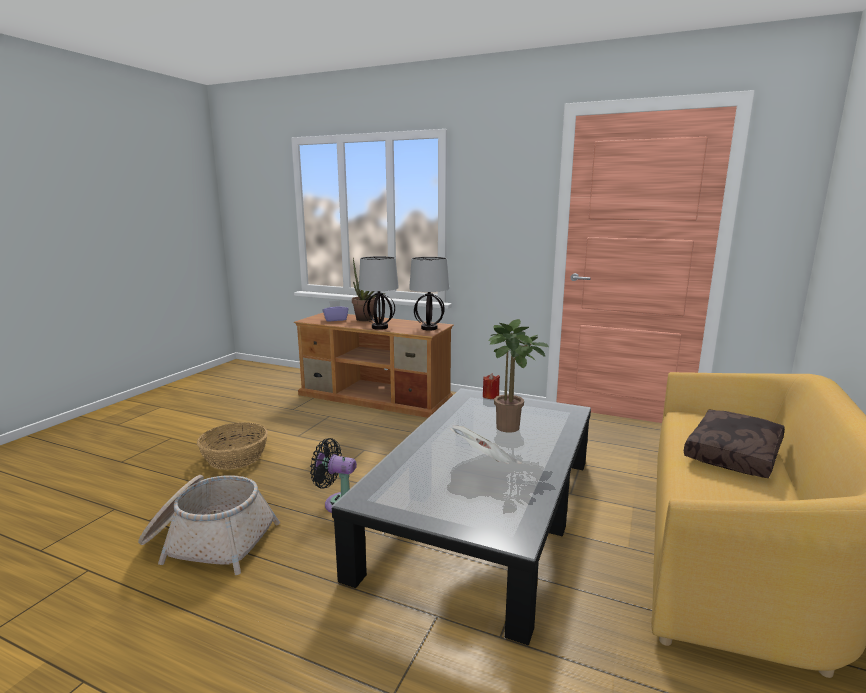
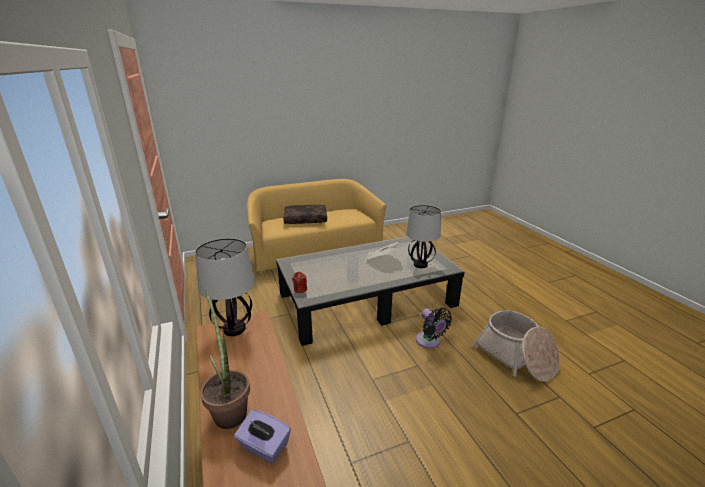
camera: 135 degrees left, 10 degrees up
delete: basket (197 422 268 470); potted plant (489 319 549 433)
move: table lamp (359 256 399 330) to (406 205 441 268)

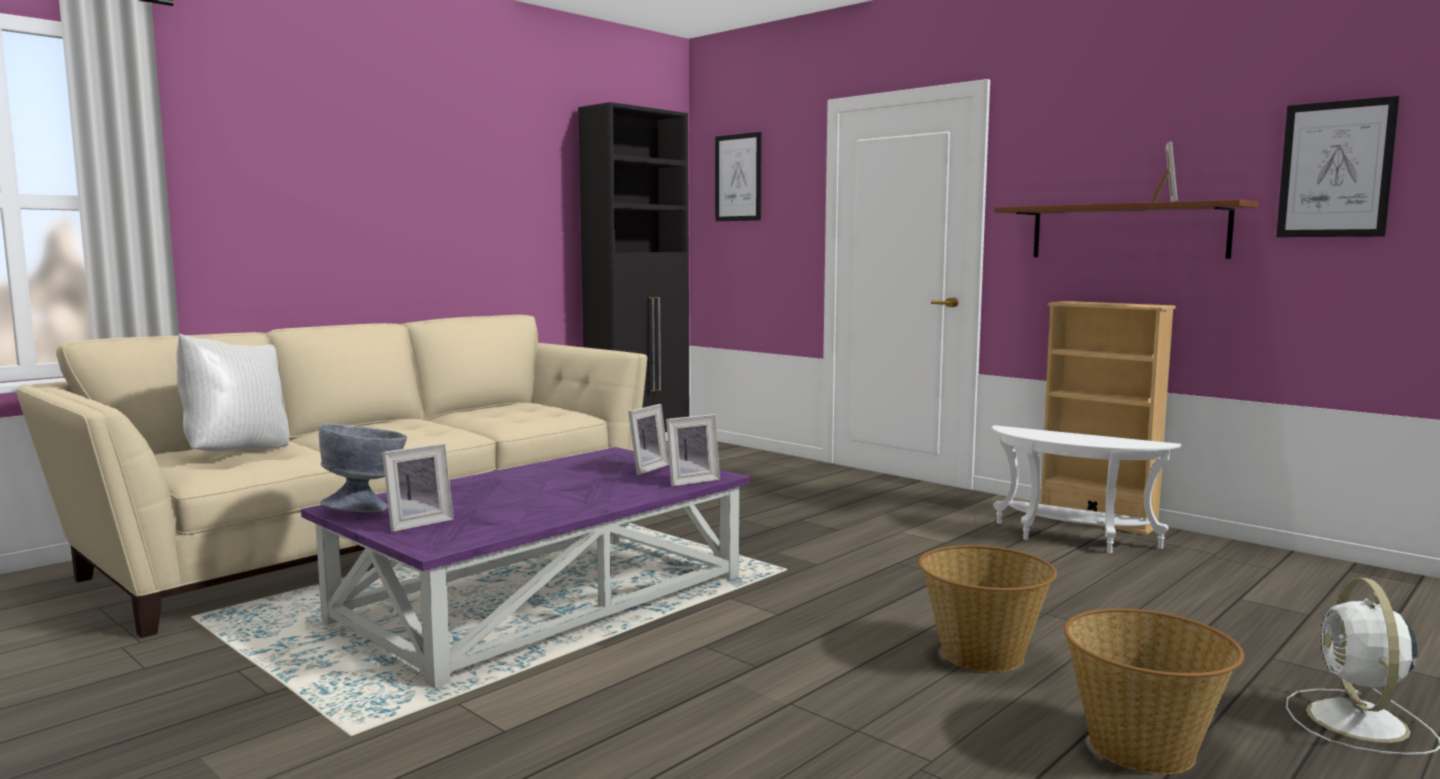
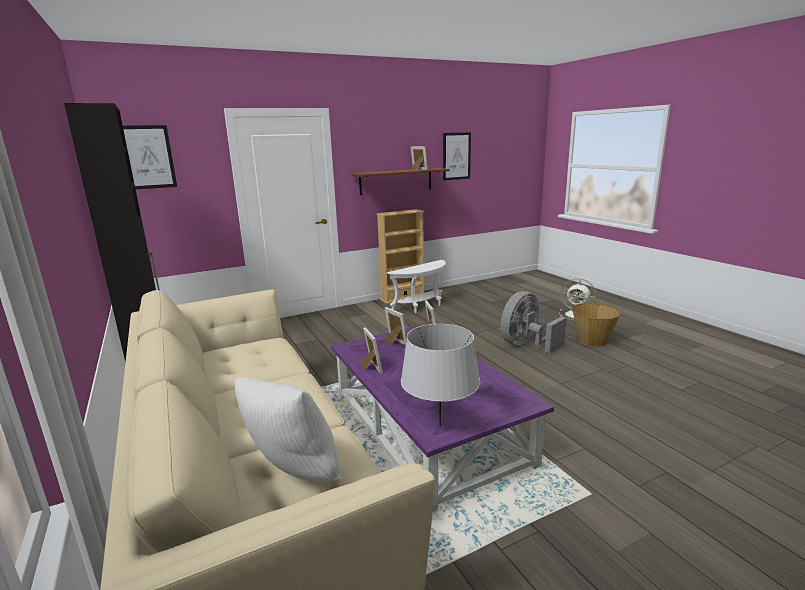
camera: 70 degrees left, 10 degrees up
move: picture frame (382 443 454 532) to (362 327 383 374)
replace: grey bowl (319 423 407 512) to grey table lamp (401 324 480 426); basket (918 545 1057 672) to grey fan (501 291 567 353)

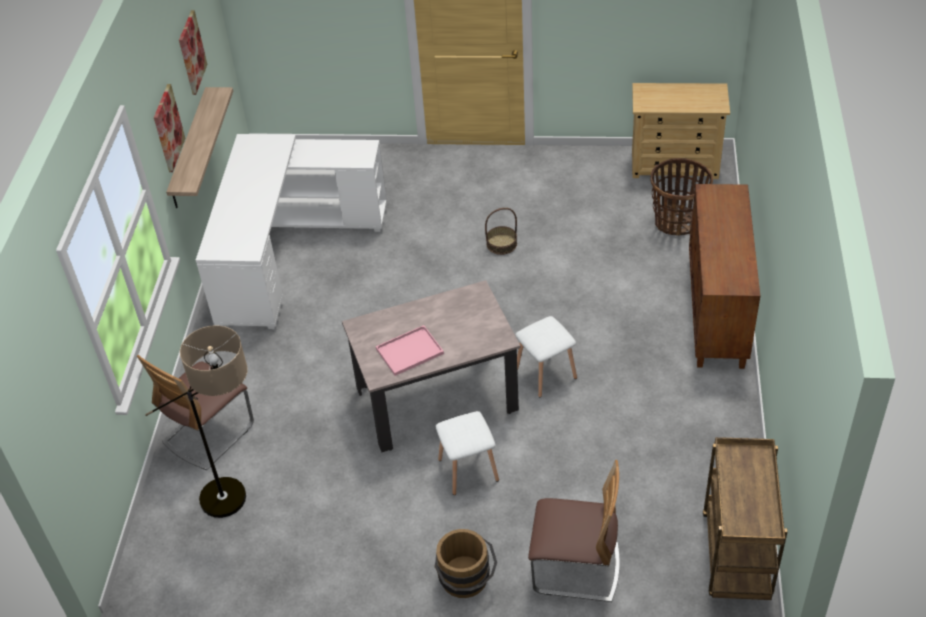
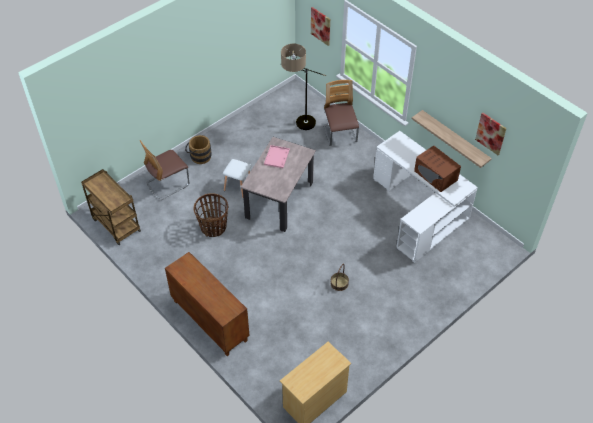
camera: 130 degrees right, 5 degrees up
delete: white stool (515 316 577 397)
insert: brown microwave (414 146 461 192)
move: picture (154 84 185 172) to (311 7 330 46); basket (651 158 713 236) to (193 193 229 237)

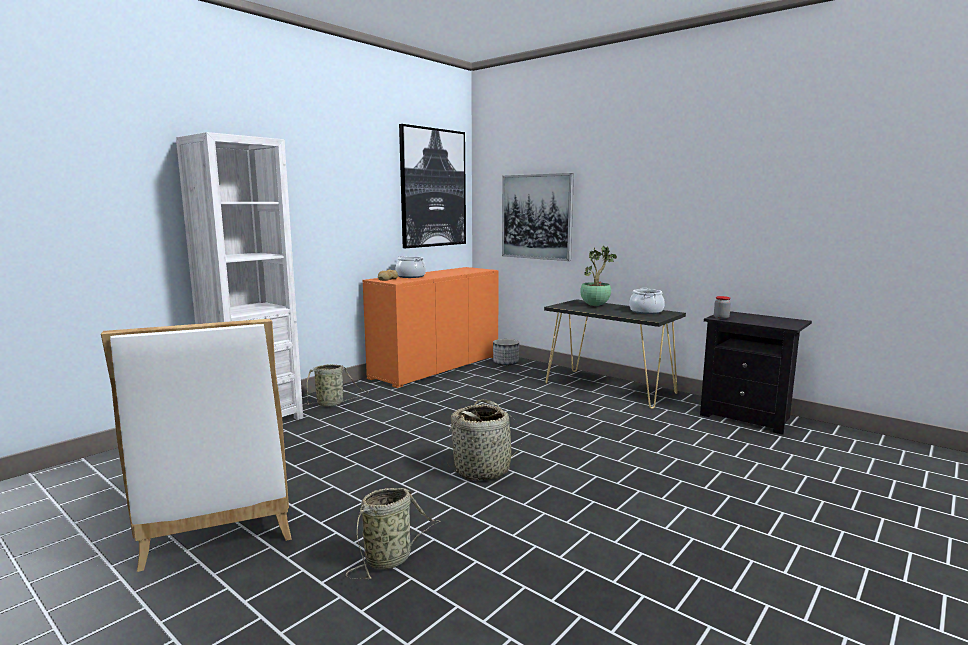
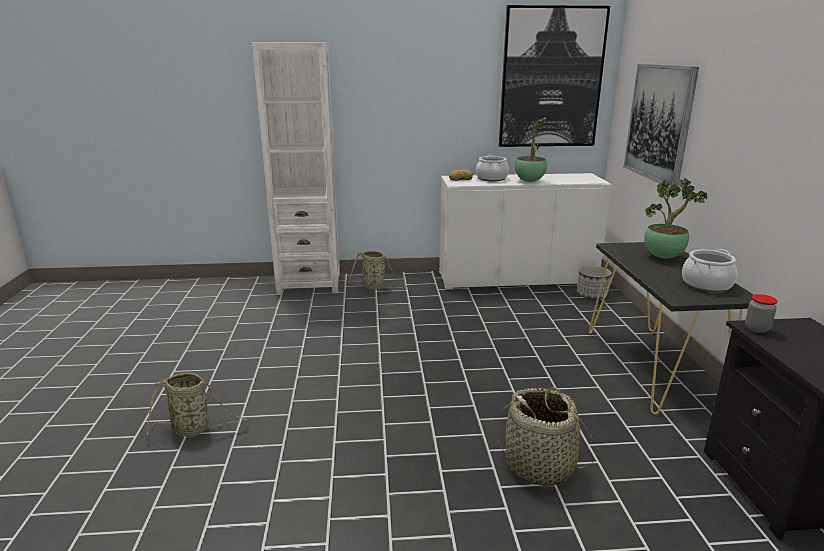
camera: 45 degrees right, 10 degrees up
delete: white chair (101 319 292 572)
insert: potted plant (515 117 547 182)
move: basket (447 399 523 480) to (498 387 596 486)
recolor: orange cabinet (363 267 499 388) to white cabinet (439 173 612 289)

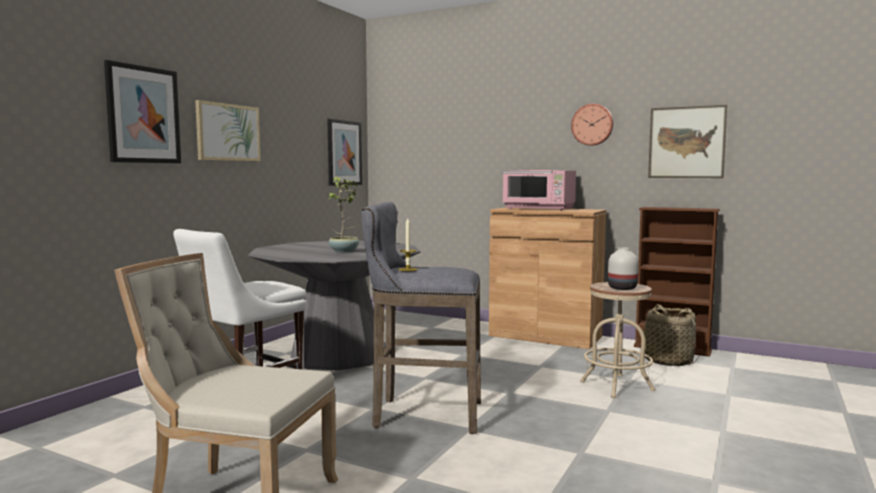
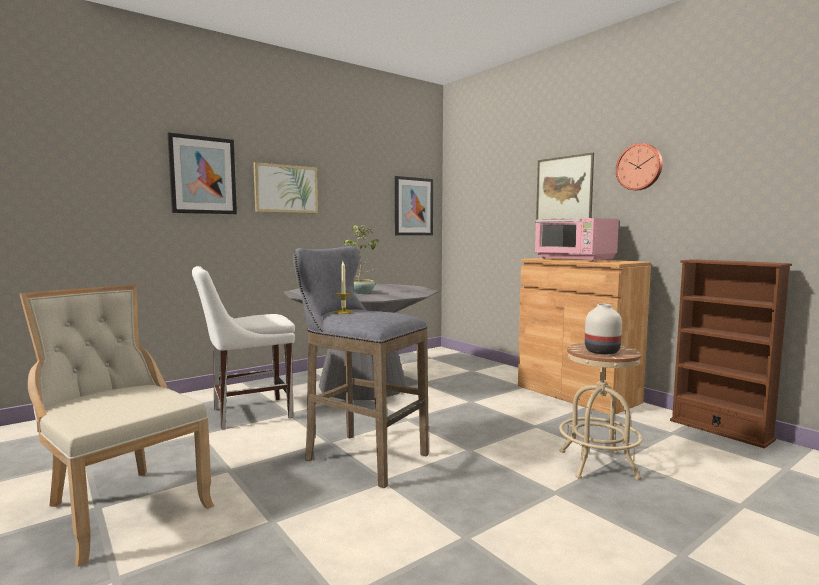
camera: 25 degrees right, 0 degrees up
delete: basket (636 304 698 366)
move: picture (648 105 727 178) to (536 153 594 220)

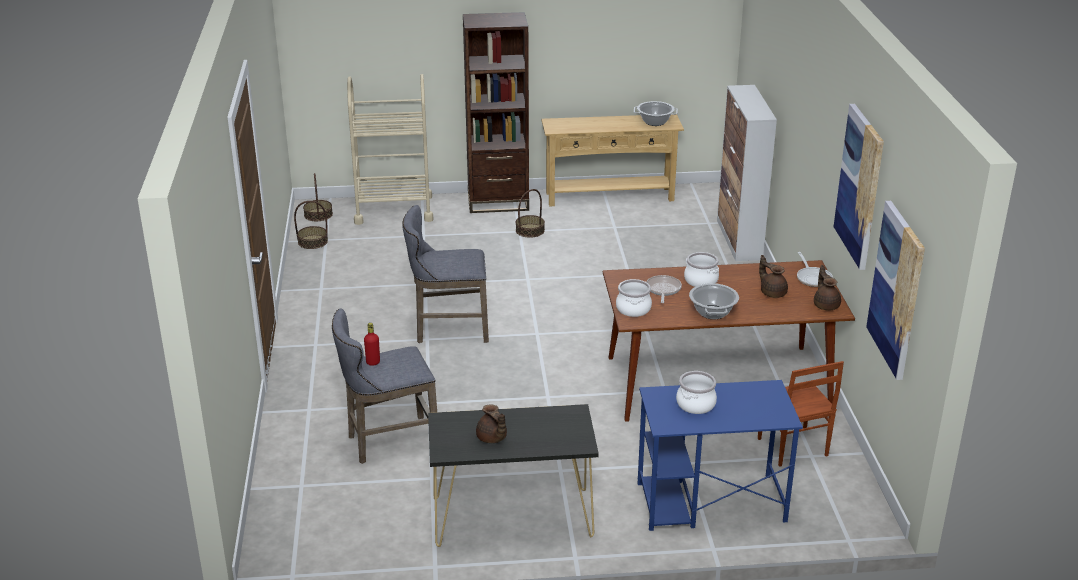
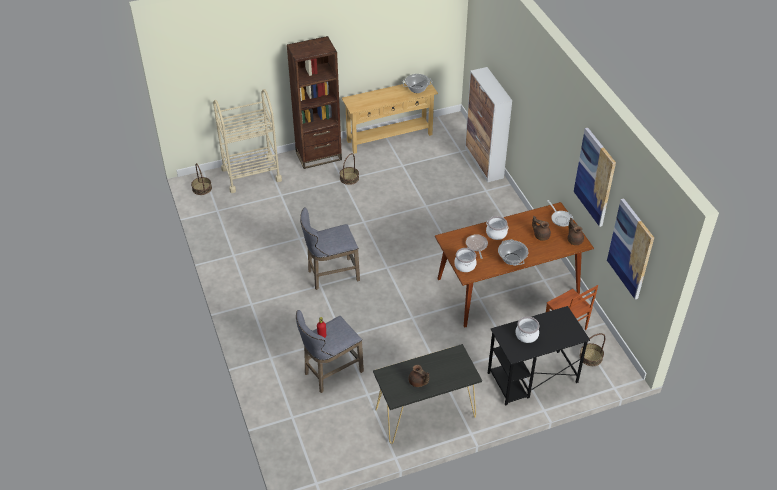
camera: 15 degrees left, 15 degrees up
move: basket (294 201 328 249) to (580 333 605 366)
recolor: blue desk (638 380 803 531) to black desk (488 306 590 406)

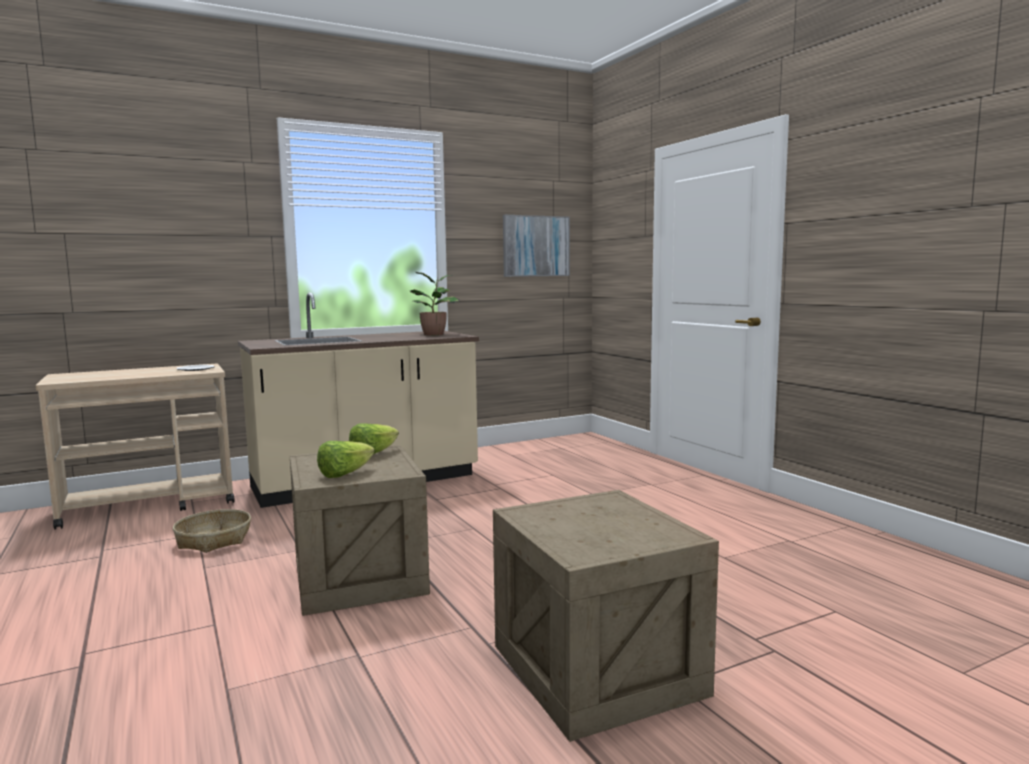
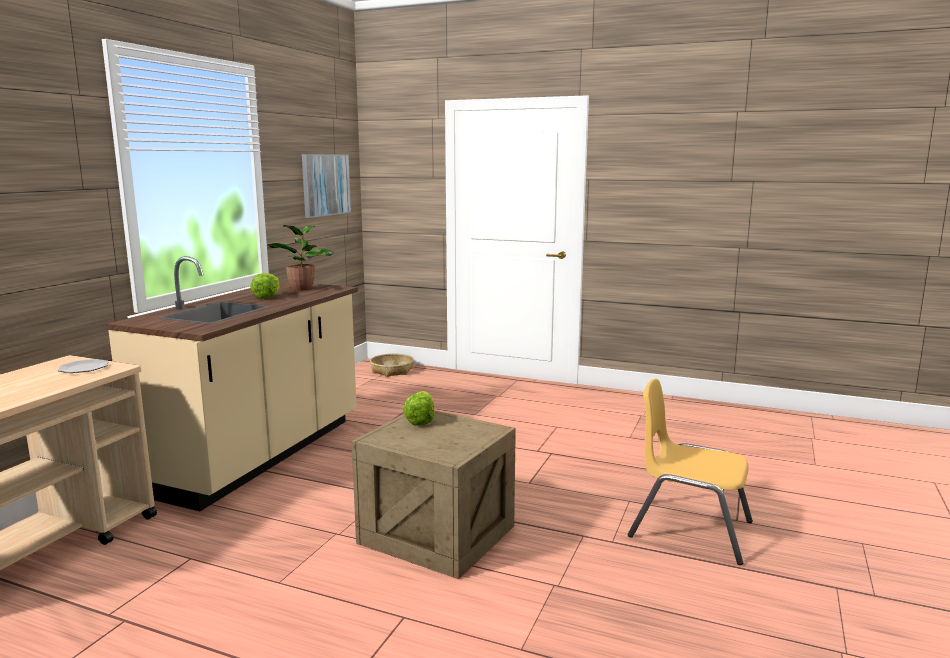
camera: 40 degrees left, 5 degrees up
move: basket (173 509 251 553) to (370 354 414 377); lettuce (317 441 375 478) to (250 273 280 299)
replace: crate (493 490 719 742) to yellow chair (628 379 753 565)

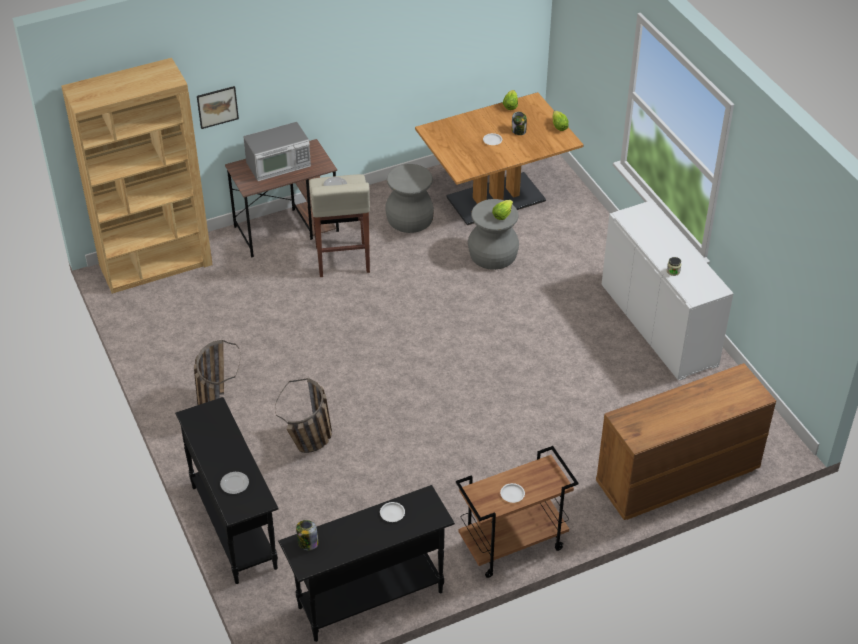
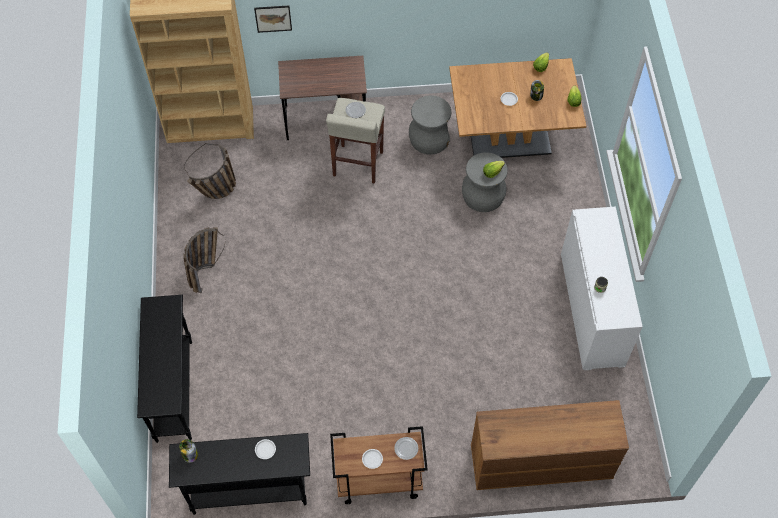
camera: 20 degrees right, 15 degrees up
delete: microwave (243 122 311 181)
move: plate (220 472 249 494) to (394 437 418 460); basket (275 378 332 453) to (184 143 236 199)

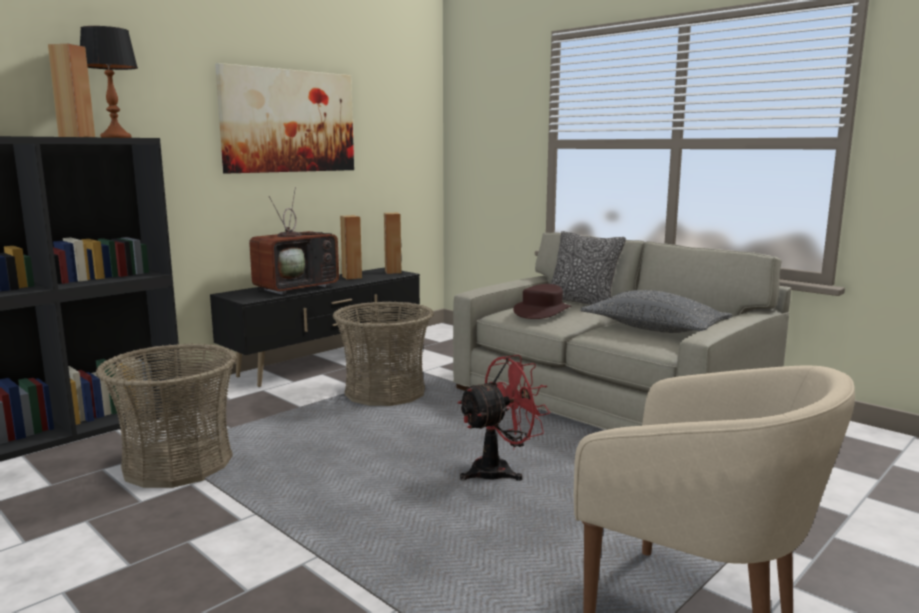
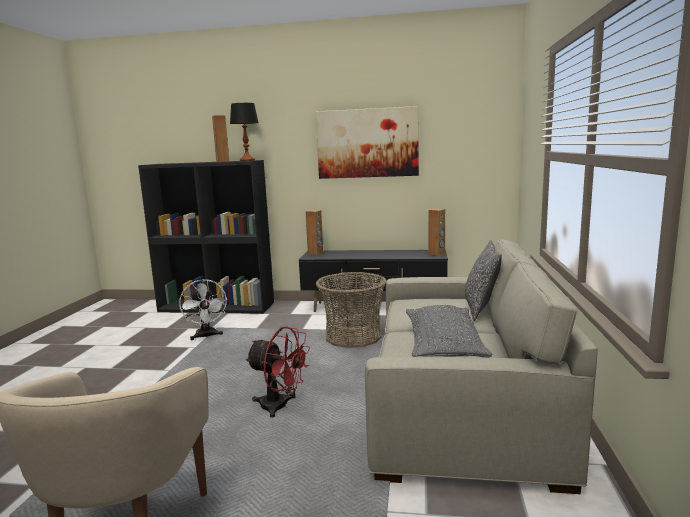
camera: 55 degrees right, 0 degrees up
delete: television (249 187 339 295); brown hat (513 284 571 319)
move: brown speaker (340 215 362 280) to (306 210 323 255)
replace: basket (96 344 237 488) to white fan (179 279 227 340)

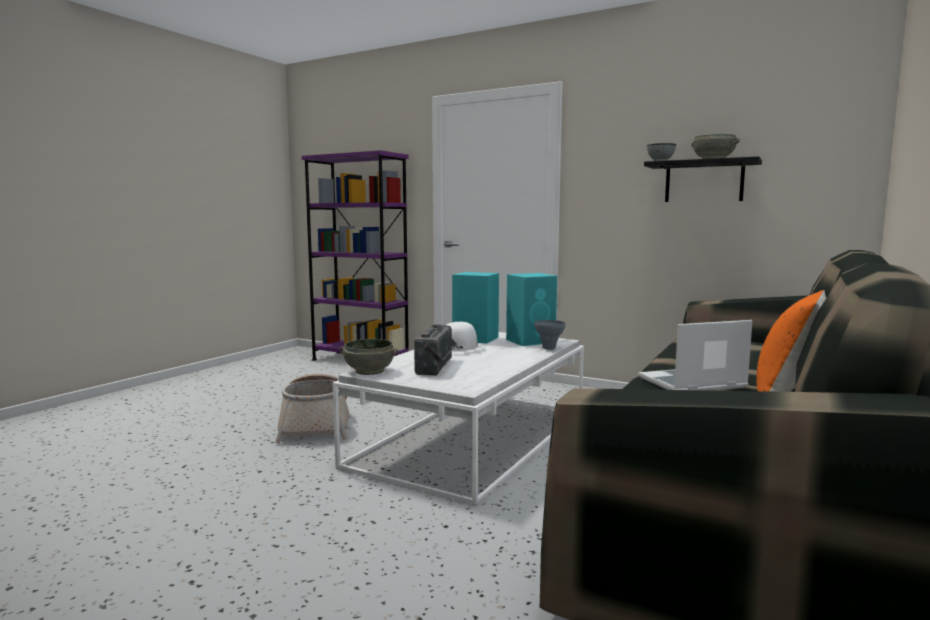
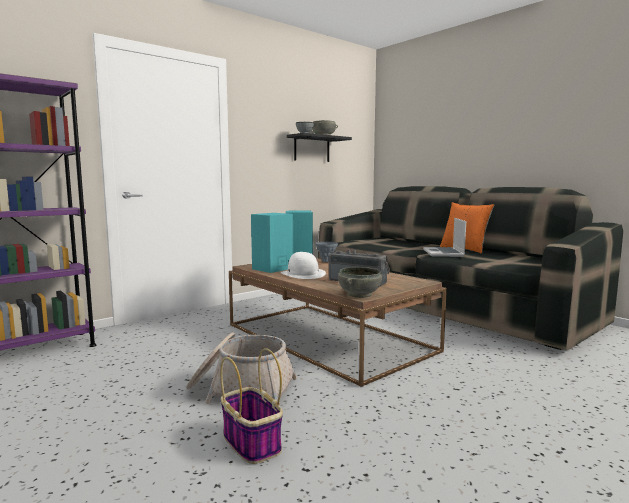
camera: 70 degrees left, 0 degrees up
insert: basket (220 348 283 464)
recolor: white coffee table (333 332 584 506) to brown coffee table (229 258 447 387)

